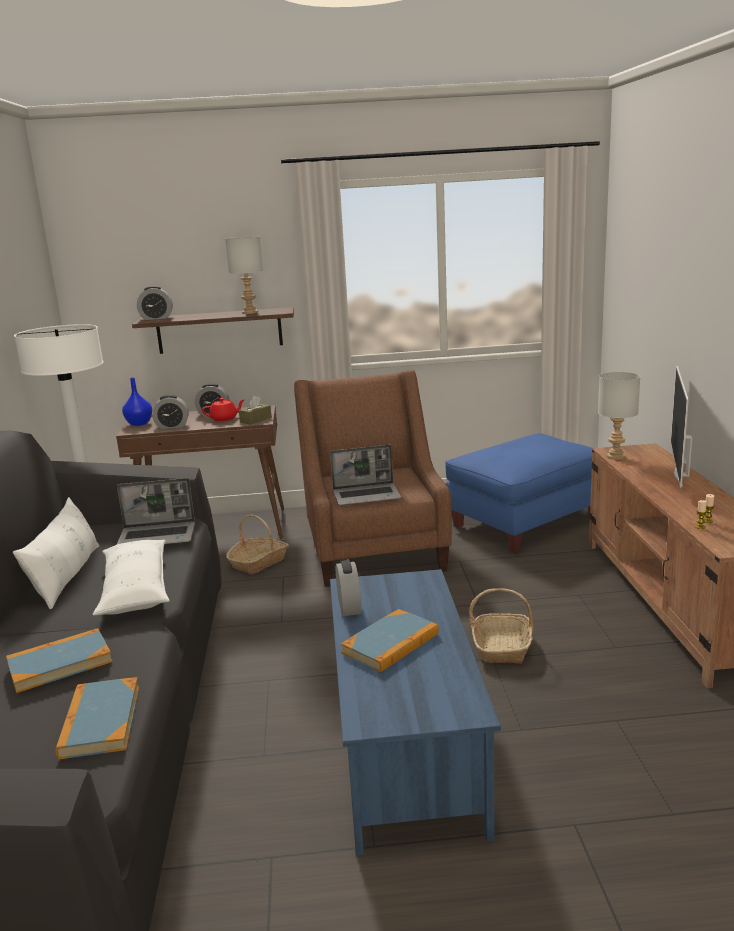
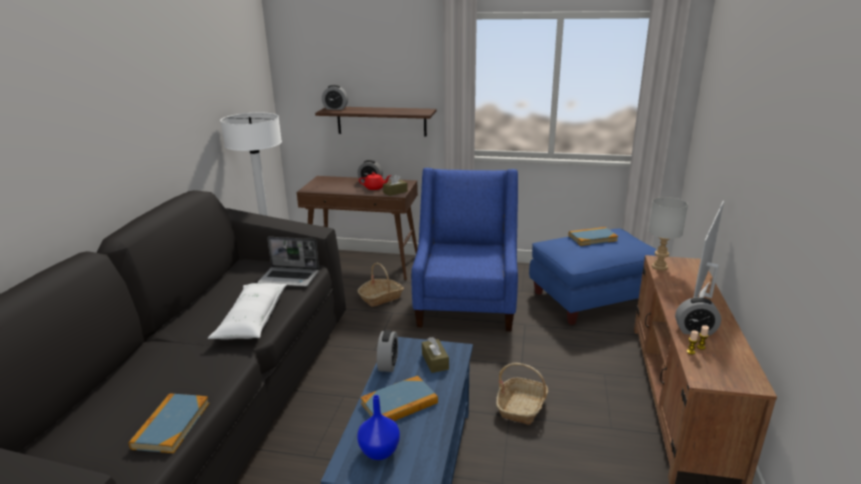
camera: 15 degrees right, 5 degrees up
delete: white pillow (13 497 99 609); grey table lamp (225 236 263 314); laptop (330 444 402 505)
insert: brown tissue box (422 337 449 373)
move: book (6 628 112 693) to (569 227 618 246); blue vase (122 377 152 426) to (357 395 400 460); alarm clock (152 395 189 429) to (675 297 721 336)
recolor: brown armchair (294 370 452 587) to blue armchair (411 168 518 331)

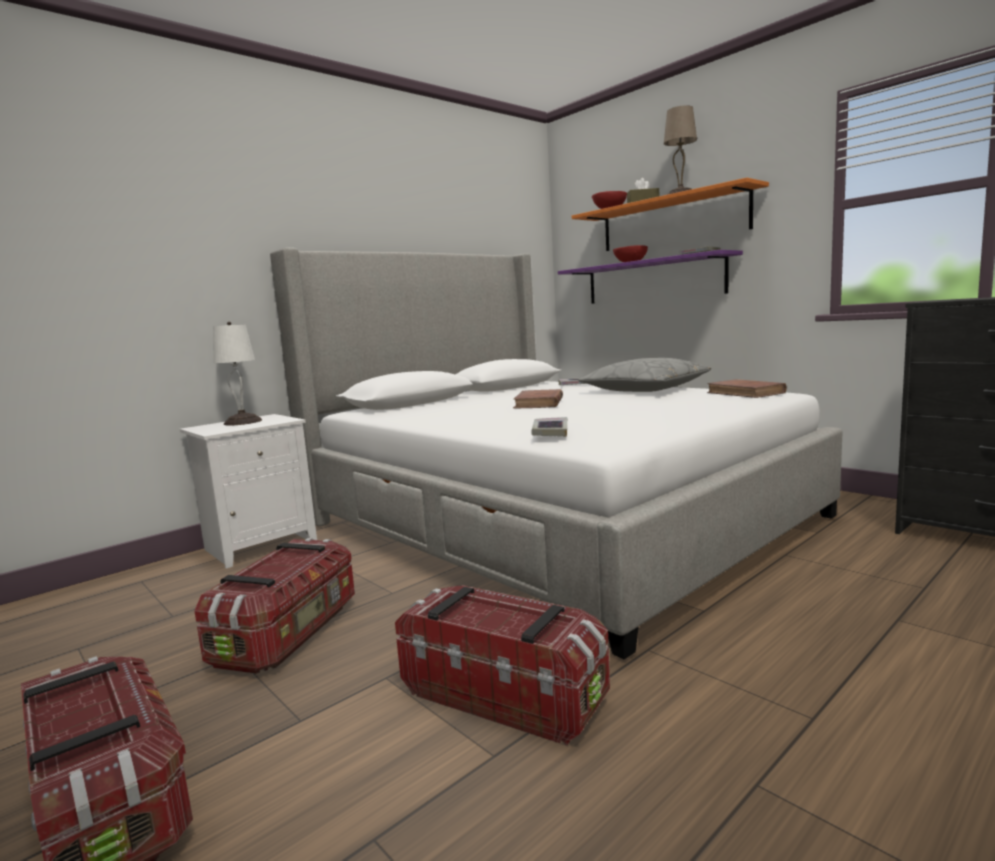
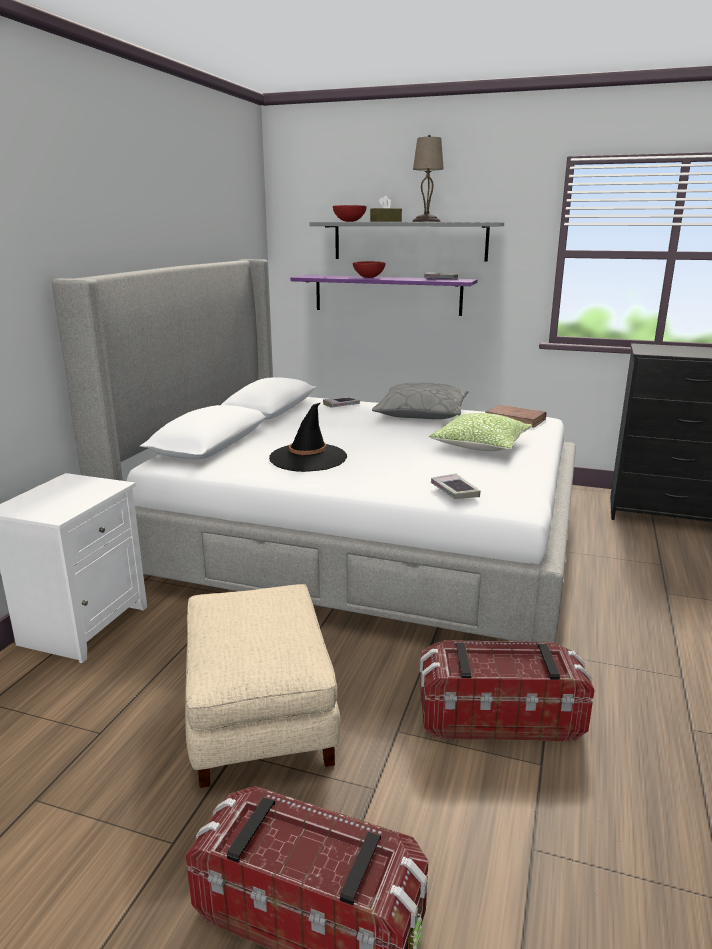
camera: 30 degrees left, 10 degrees up
delete: white table lamp (213 322 262 426); brown book (513 389 563 408)
insert: black hat (269 403 347 472); pillow (429 413 532 451)
replace: storage box (194 538 355 674) to beige ottoman (185 584 340 788)
recolor: orange shelf (572 178 769 251) to grey shelf (309 222 504 261)

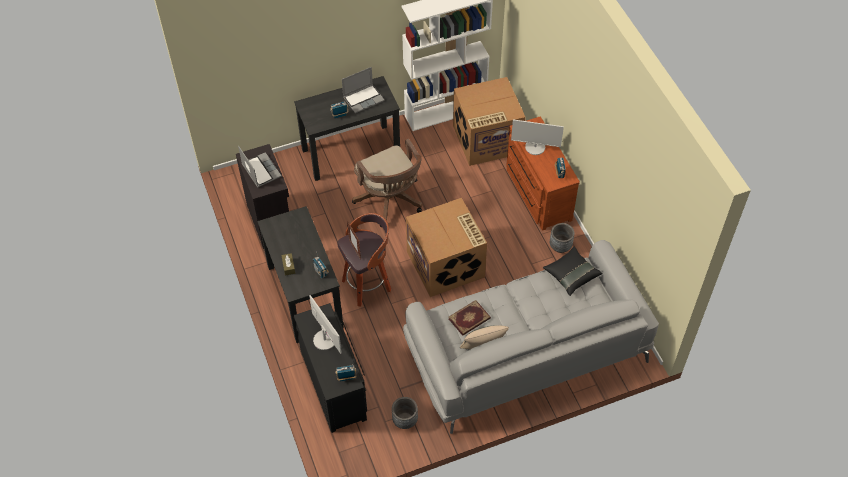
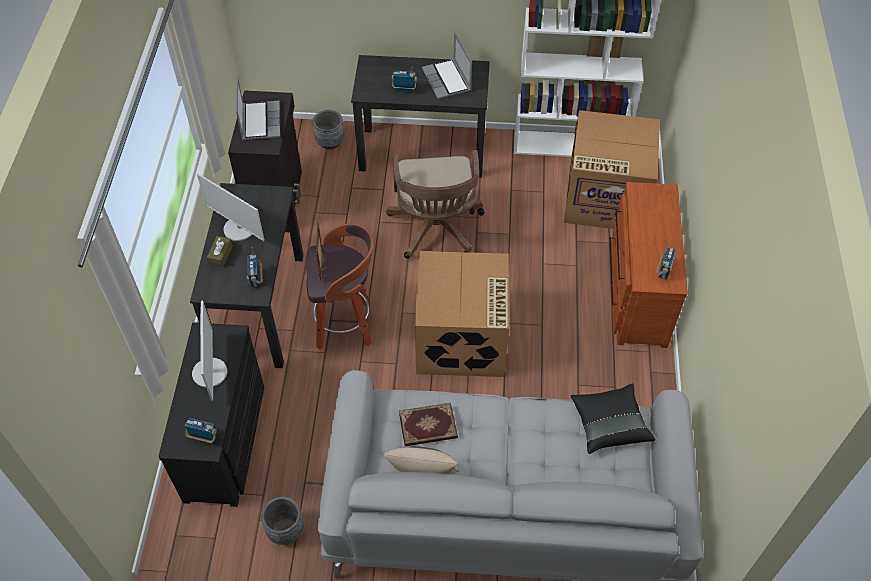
camera: 25 degrees right, 0 degrees up
move: monitor (511 119 564 155) to (197 173 265 241); grey planter (550 223 575 253) to (313 110 344 150)
rotate: laptop (342 67 385 113) = (422 32 472 99) 75 degrees clockwise

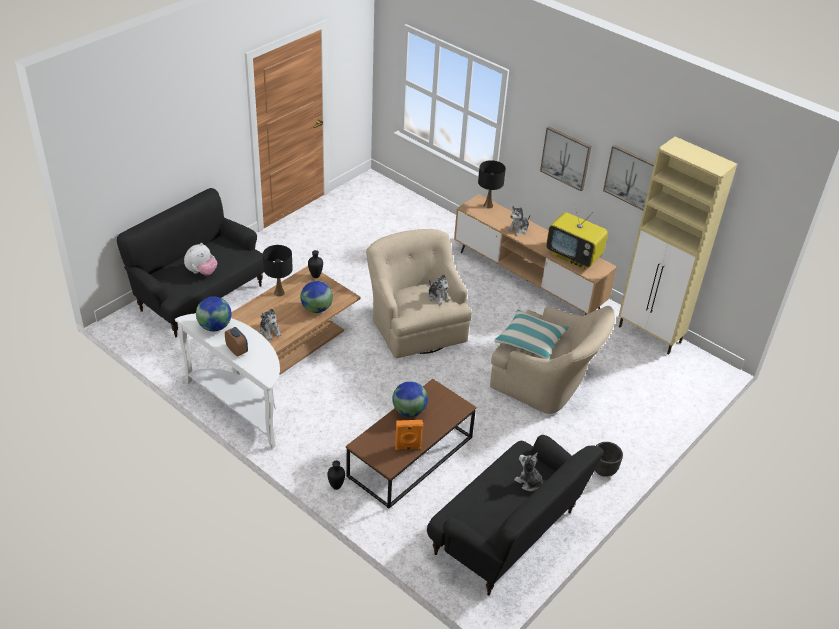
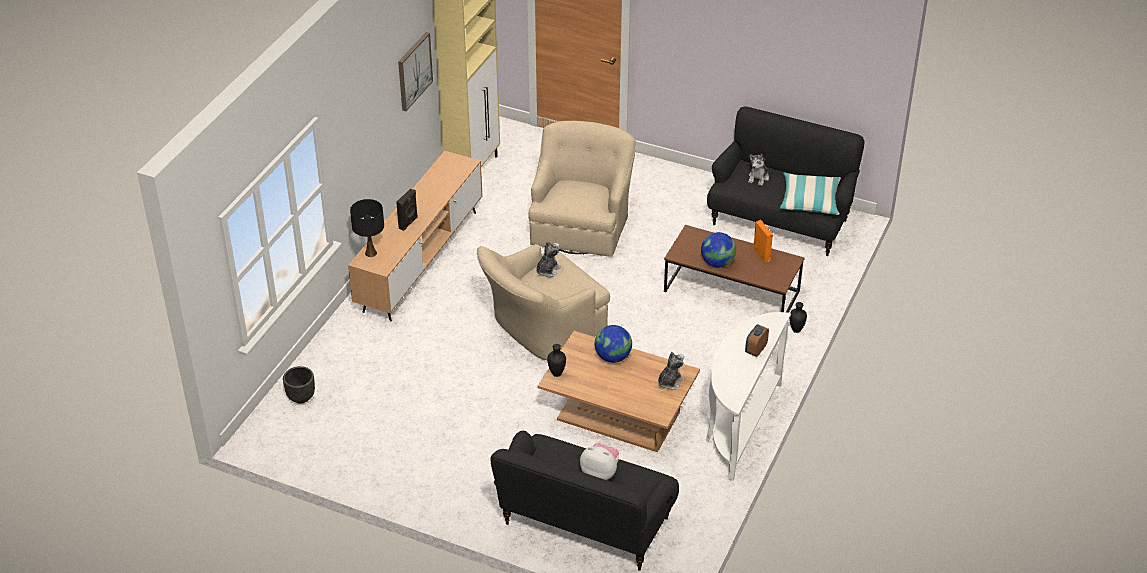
camera: 105 degrees left, 0 degrees up
delete: globe (196 296 232 331); black table lamp (263 245 293 297); picture (540 126 591 191); television (546 204 608 269)
move: pillow (494 310 569 360) to (780 172 841 215); black planter (595 442 623 477) to (283 366 315 404)
replace: plush toy (507 206 530 236) to black speaker (396 189 418 231)

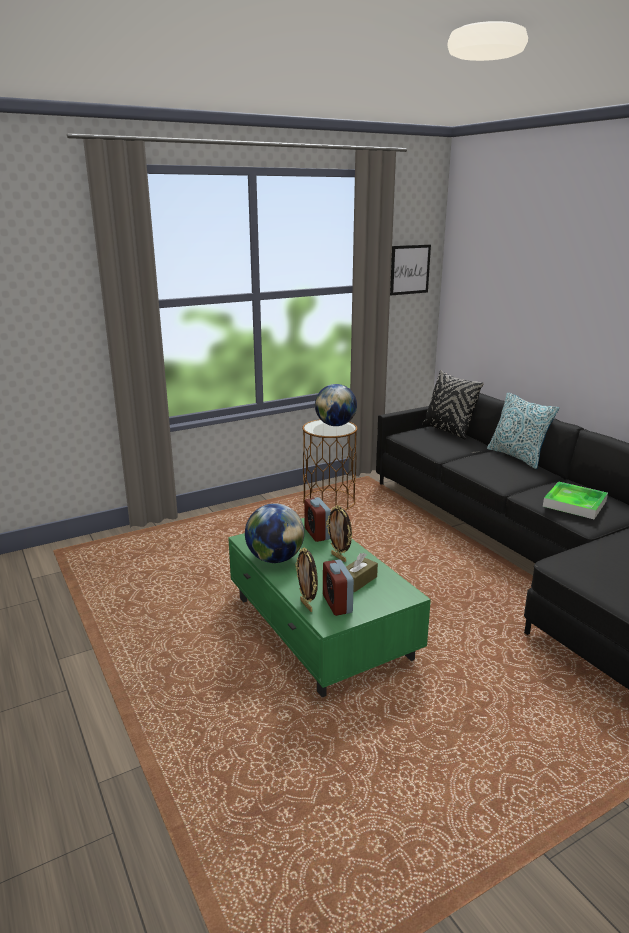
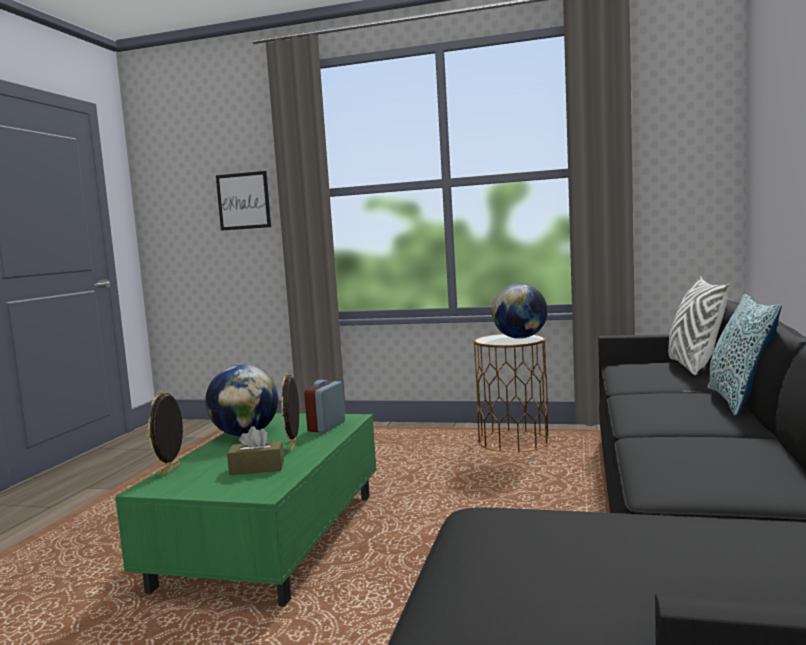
camera: 45 degrees right, 15 degrees down
delete: alarm clock (323 559 354 616); tray (543 481 608 519)
move: picture (390 245 431 295) to (216 171 271 231)
recolor: black pillow (422 370 484 439) to white pillow (668 276 729 375)

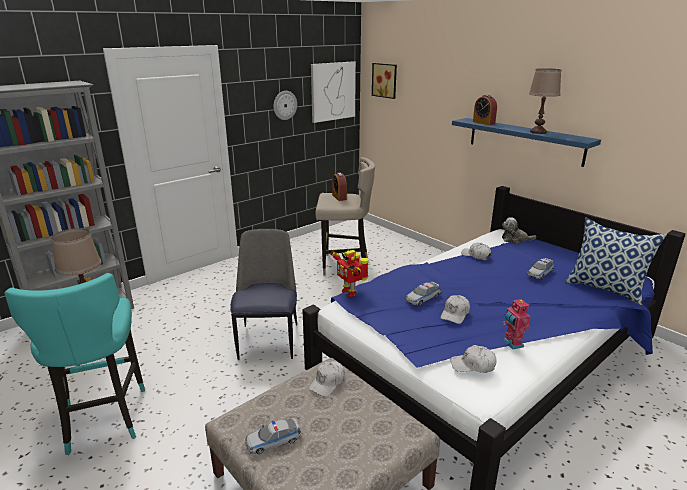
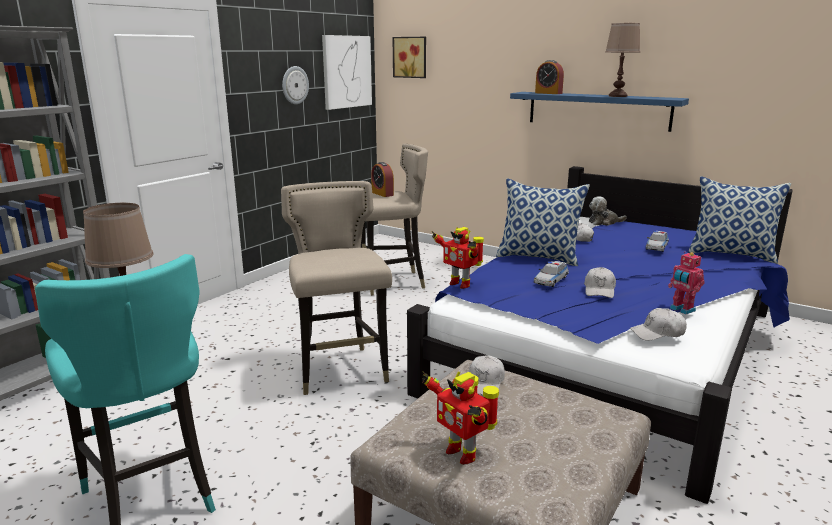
camera: 15 degrees left, 5 degrees down
insert: pillow (496 178 590 266)
replace: chair (230 229 297 360) to beige stool (281 181 392 395); toy car (245 418 303 454) to toy robot (422 372 499 465)

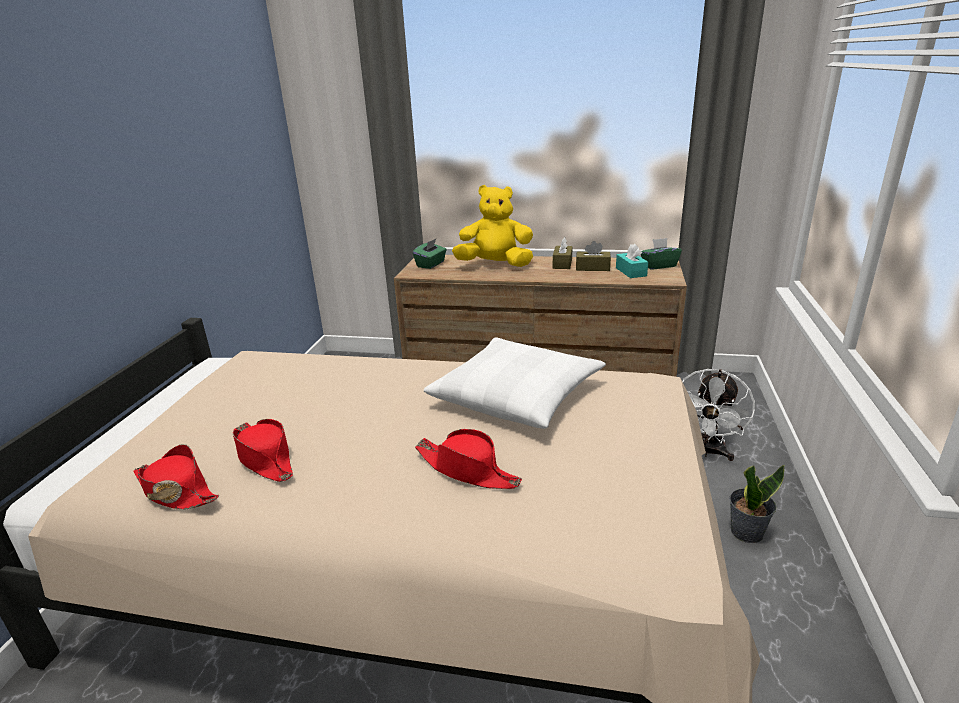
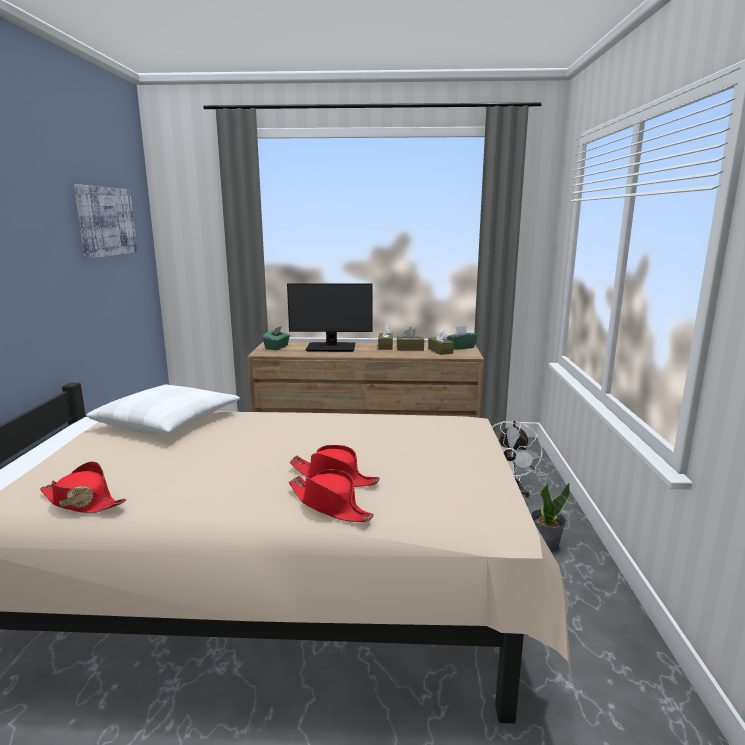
camera: 10 degrees left, 10 degrees down
insert: picture (74 184 138 259)
move: red hat (233 419 293 482) to (289 469 374 522); white pillow (424 337 606 429) to (86 384 240 435)
replace: yellow plush toy (452 185 533 267) to monitor (287 283 373 352)
recolor: turquoise tissue box (616 244 648 278) to brown tissue box (428 329 454 355)

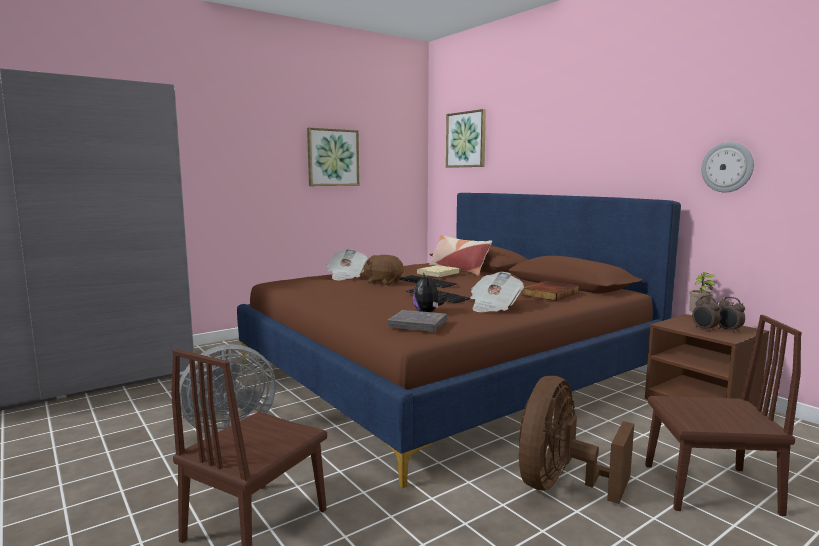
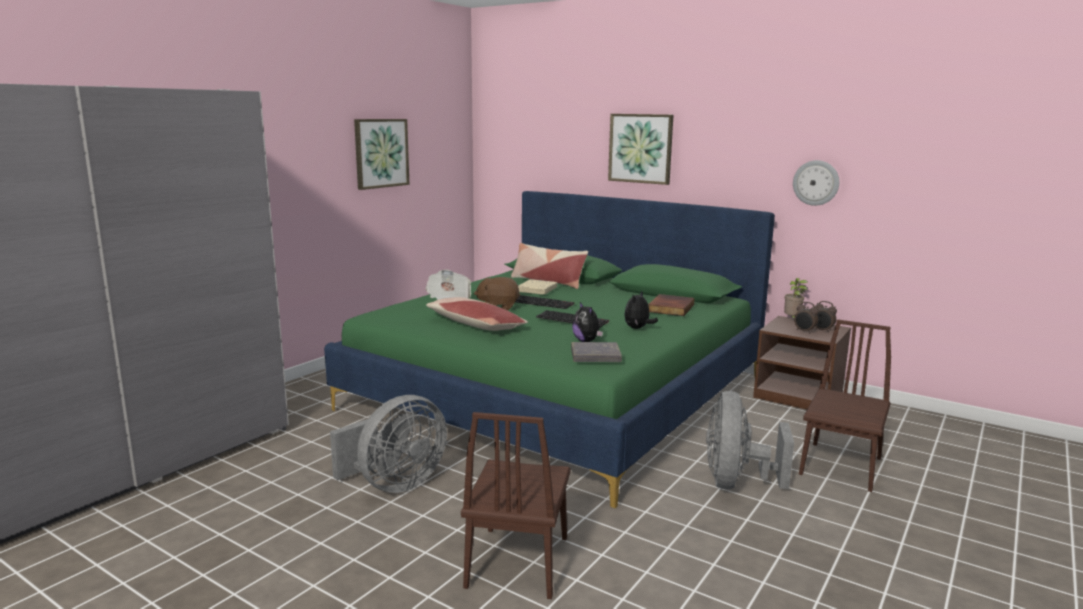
camera: 20 degrees left, 5 degrees up
insert: pillow (426 297 528 331)
move: picture (446 109 486 168) to (608 114 673 185)
replace: newspaper (470 272 524 312) to plush toy (625 291 658 329)
recolor: brown bed (237 193 681 488) to green bed (324 191 775 508); brown fan (519 376 634 504) to grey fan (706 391 794 489)
rotate: brown chair (645 315 802 516) = (799 319 891 492) 45 degrees counterclockwise

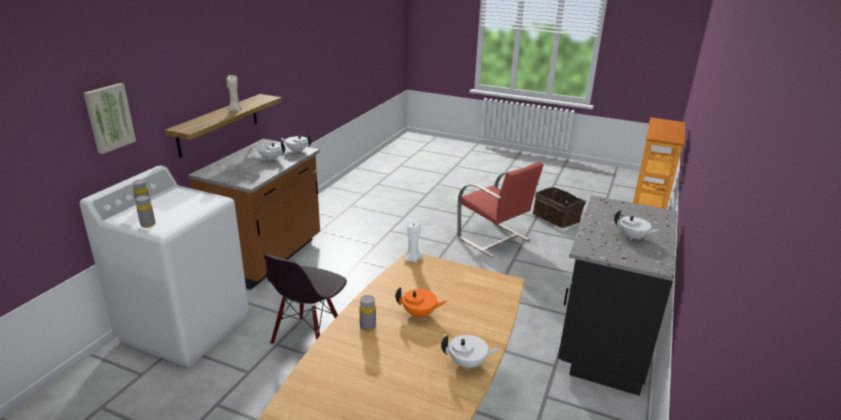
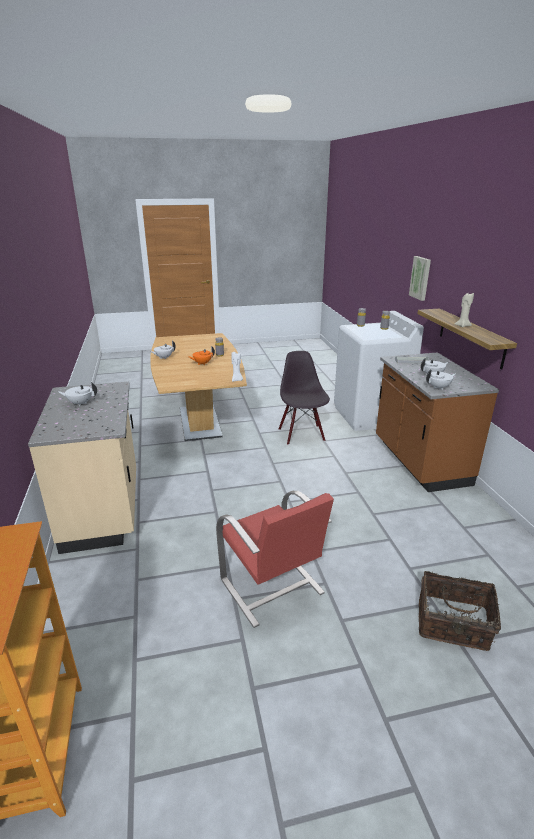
camera: 145 degrees right, 0 degrees up
move: basket (532 187 586 228) to (419 571 501 651)
recolor: black counter (558 195 677 396) to beige counter (28 382 136 554)
rotate: red chair (457 162 544 258) = (216 491 334 628) 135 degrees counterclockwise

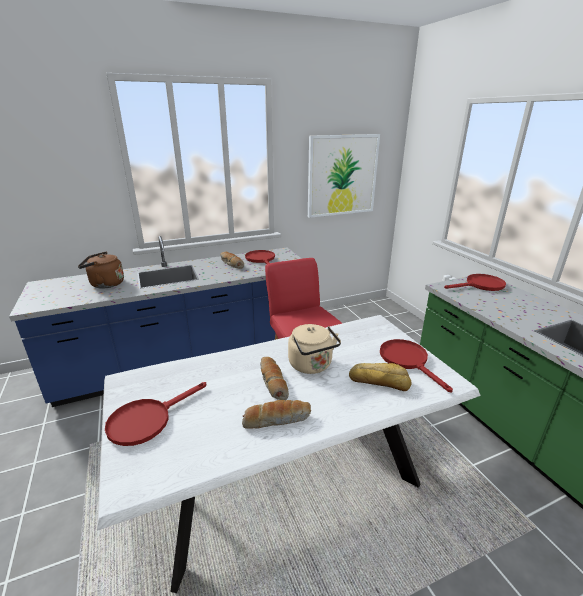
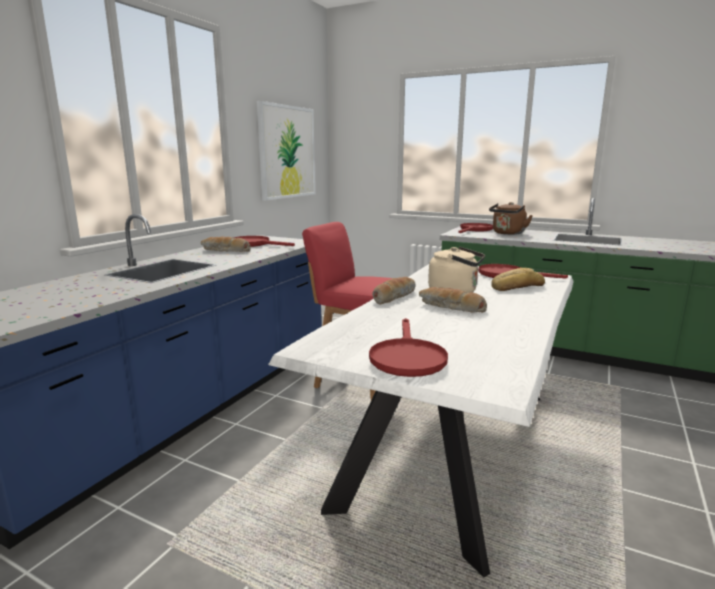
camera: 40 degrees left, 10 degrees down
move: brown kettle (78 252 124 289) to (489 202 533 235); bread (242 400 311 429) to (372 277 416 305)

